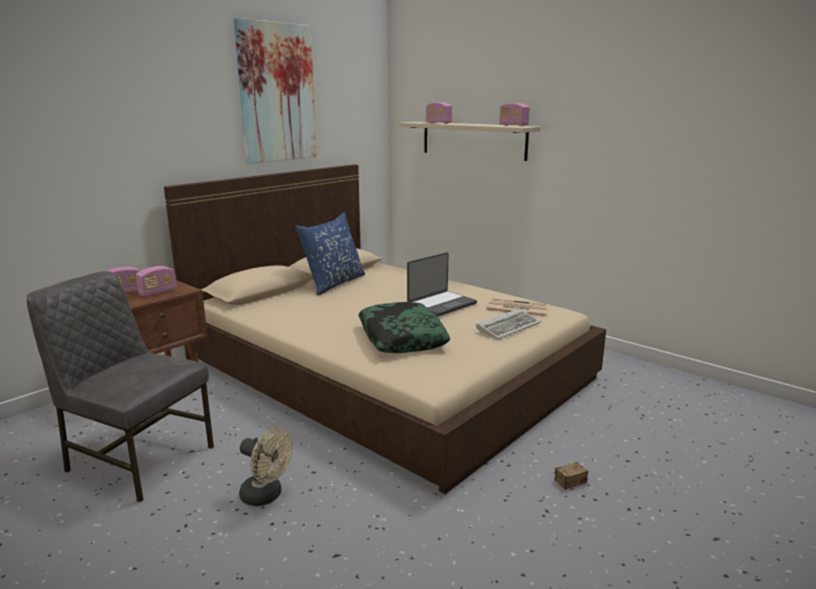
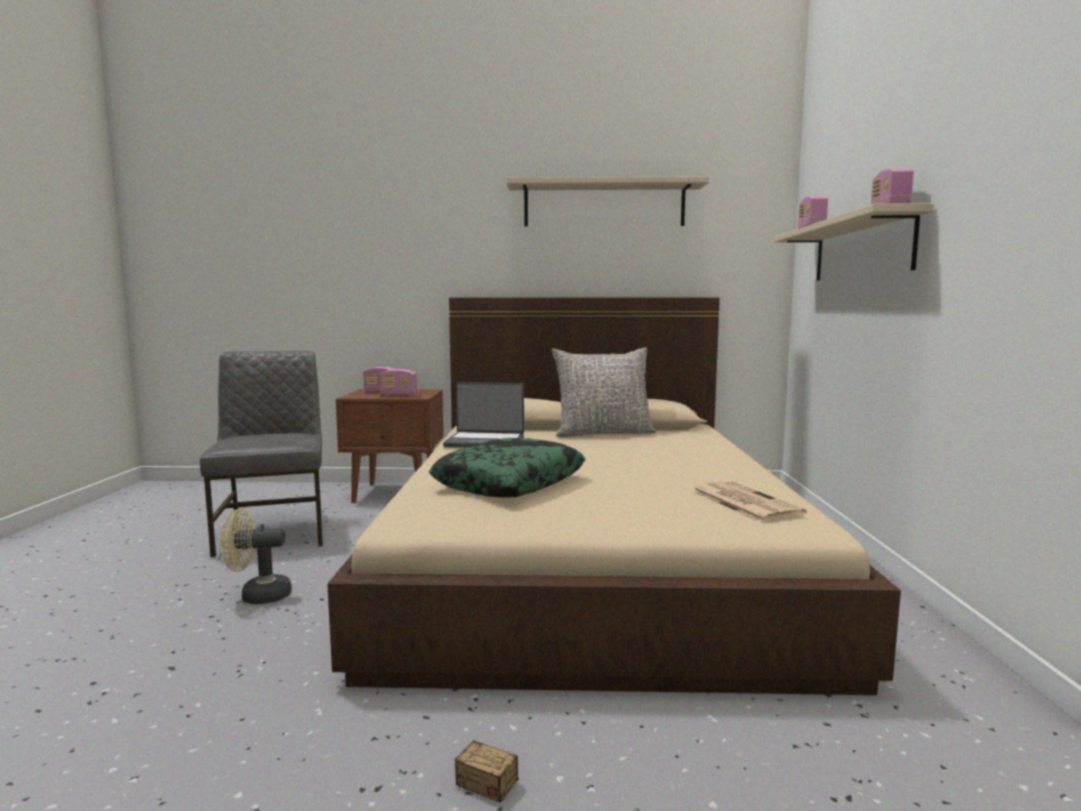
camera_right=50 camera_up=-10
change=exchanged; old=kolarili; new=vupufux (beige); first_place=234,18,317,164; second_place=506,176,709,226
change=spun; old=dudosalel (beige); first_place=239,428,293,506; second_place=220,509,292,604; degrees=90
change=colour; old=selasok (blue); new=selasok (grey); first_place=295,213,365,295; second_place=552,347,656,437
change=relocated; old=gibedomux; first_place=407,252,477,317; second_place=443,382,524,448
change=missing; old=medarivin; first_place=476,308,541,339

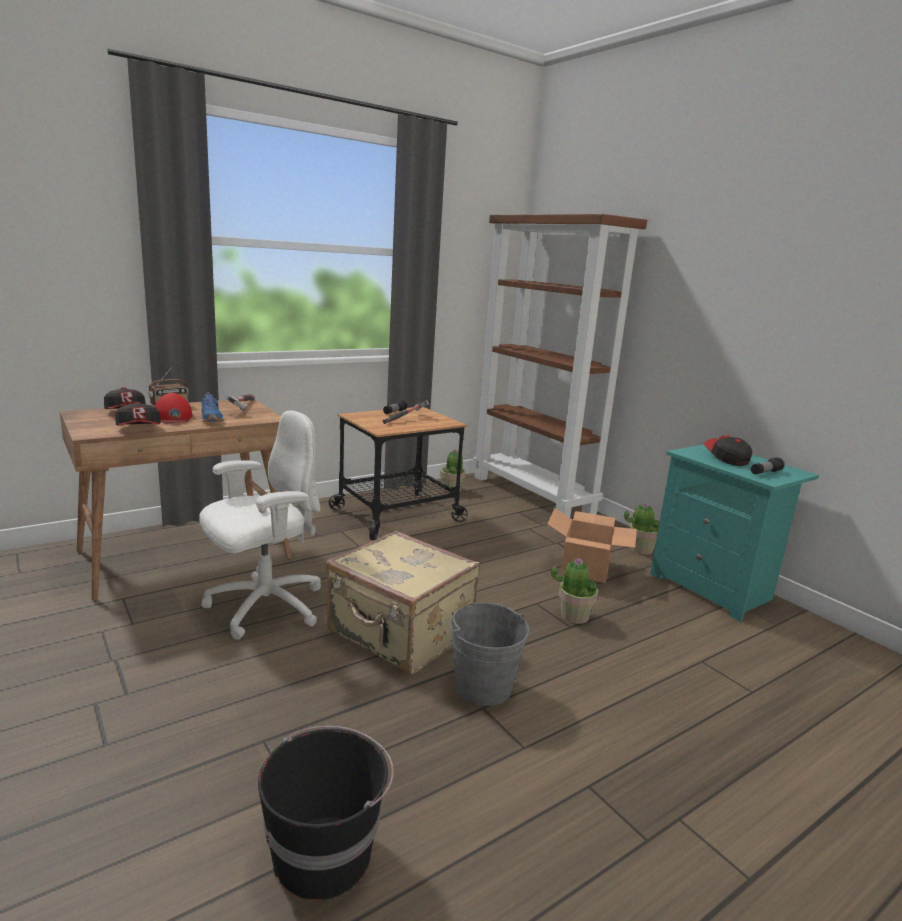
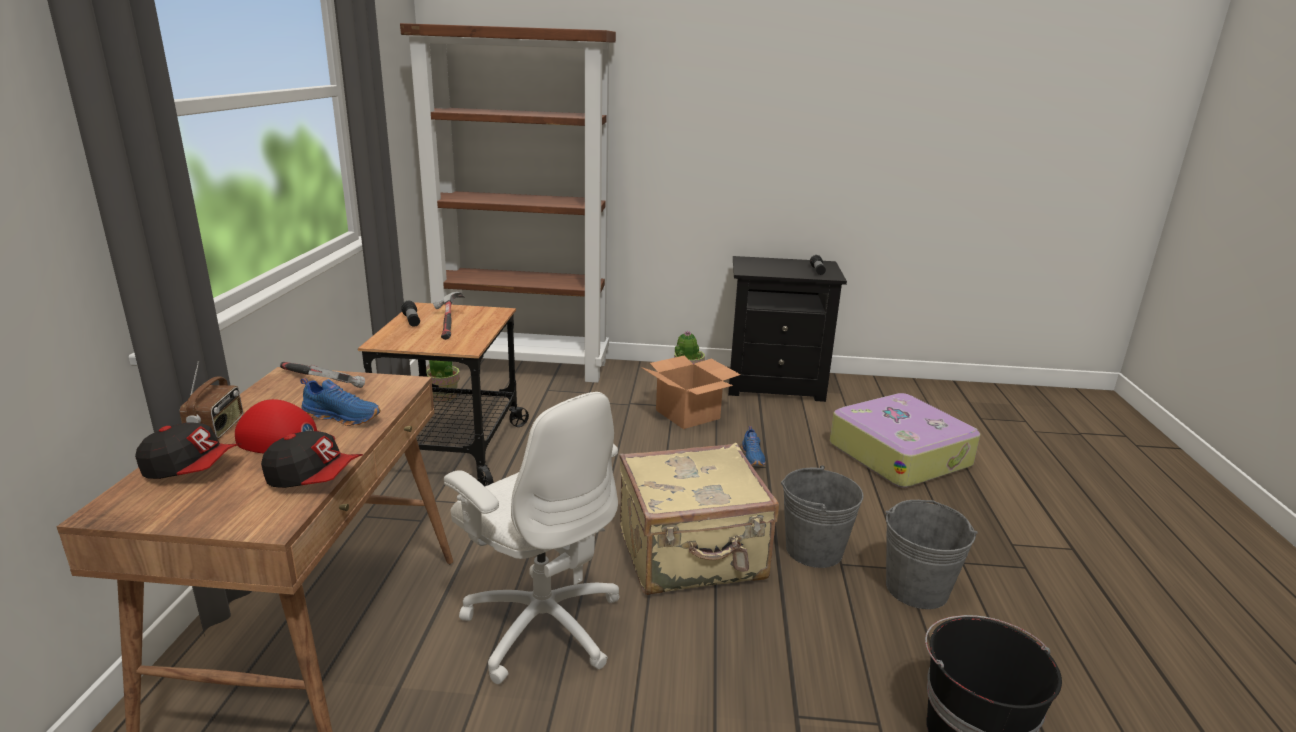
camera_right=-50 camera_up=5
change=spun; old=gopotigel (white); first_place=199,410,321,640; second_place=444,392,619,684; degrees=135
change=exchanged; old=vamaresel; new=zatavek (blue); first_place=551,558,598,624; second_place=741,426,765,466
change=colour; old=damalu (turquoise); new=damalu (black); first_place=650,444,819,622; second_place=728,256,847,402
change=missing; old=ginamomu; first_place=704,435,752,466
change=appeared; new=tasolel; second_place=830,393,980,488
change=appeared; new=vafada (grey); second_place=885,500,978,609

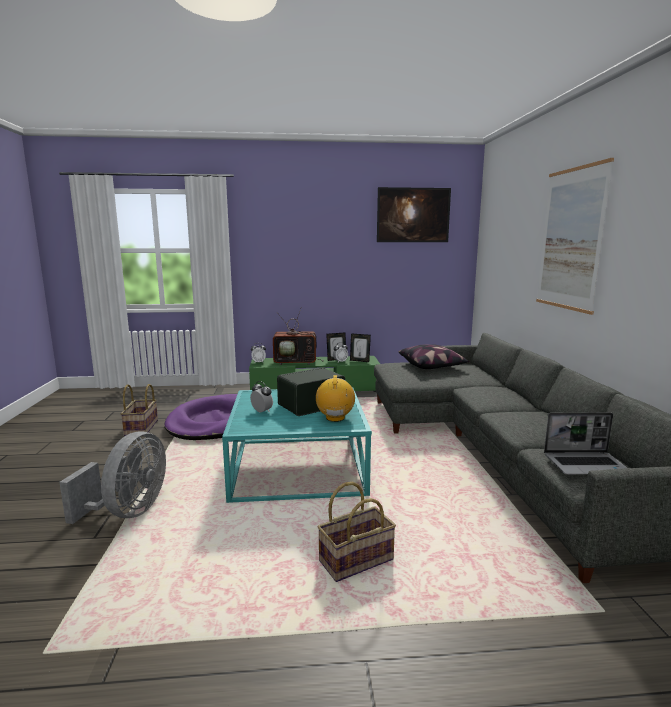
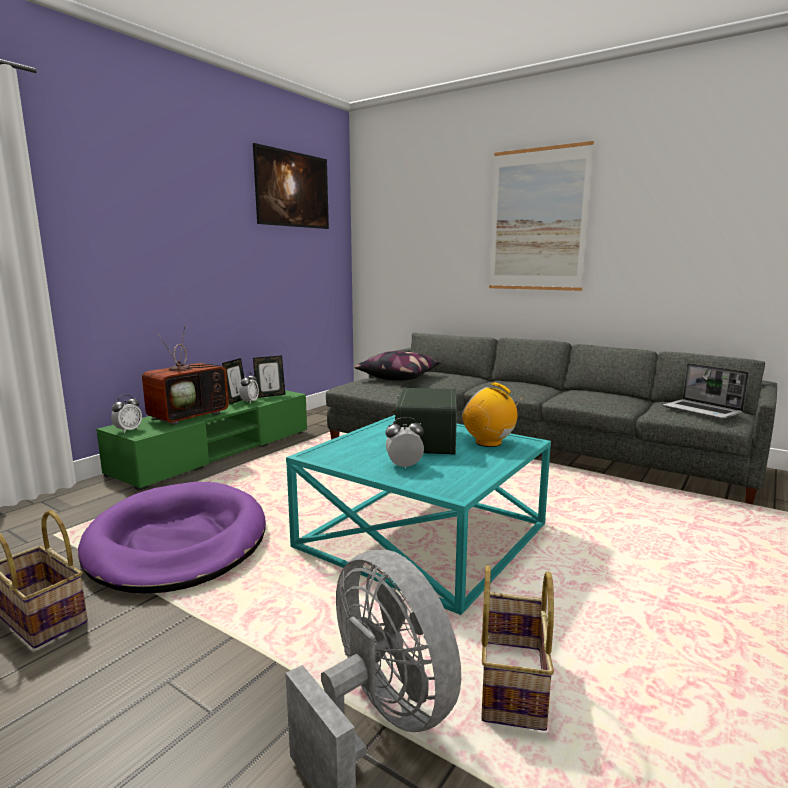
camera_right=-50 camera_up=0
change=relocated; old=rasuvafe; first_place=318,482,396,582; second_place=481,565,554,731
change=spun; old=gibedomux; first_place=544,413,627,475; second_place=663,363,749,419; degrees=105

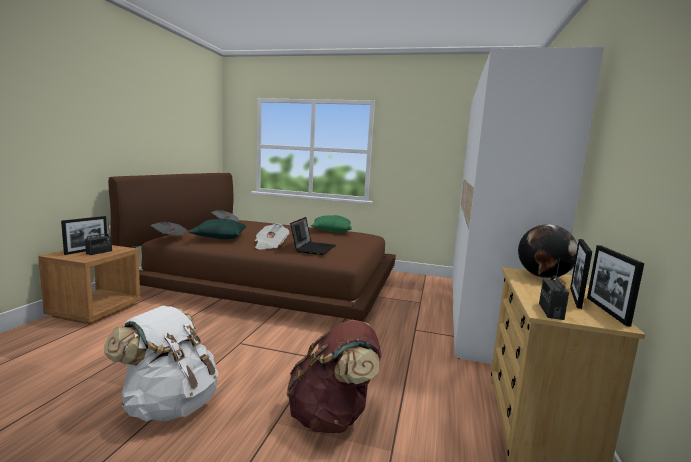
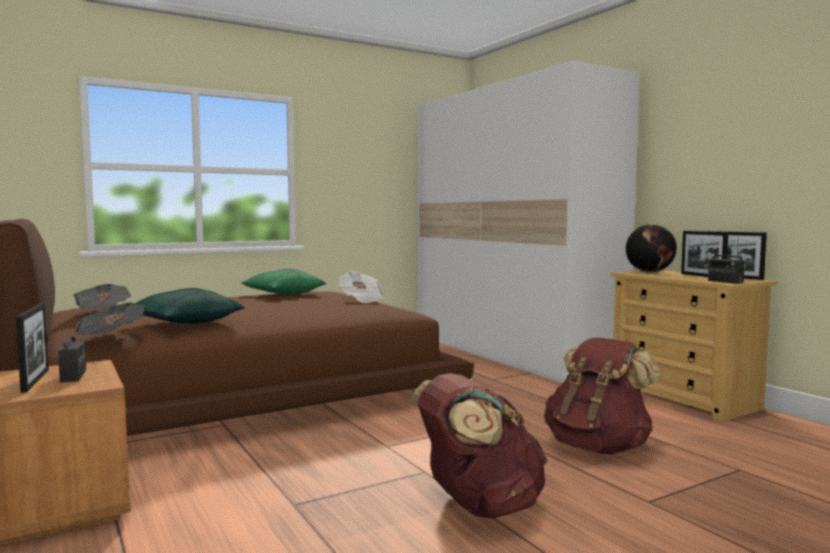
camera_right=-45 camera_up=-5
change=colour; old=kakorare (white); new=kakorare (brown); first_place=104,306,219,422; second_place=412,373,548,519
change=relocated; old=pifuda; first_place=255,224,290,249; second_place=339,271,384,303
change=missing; old=gibedomux; first_place=290,217,335,255

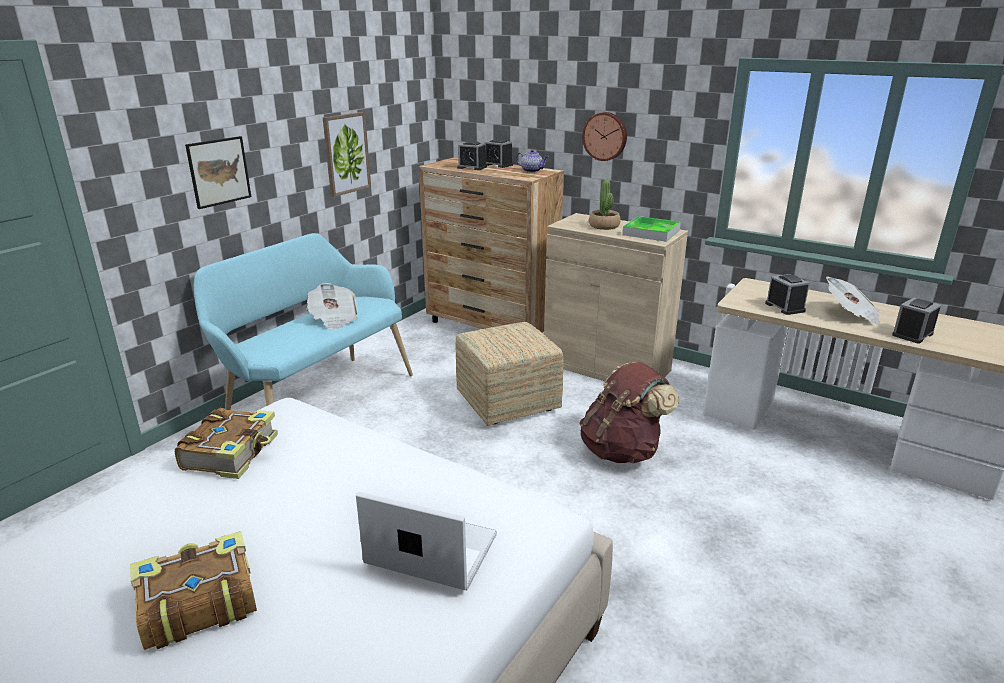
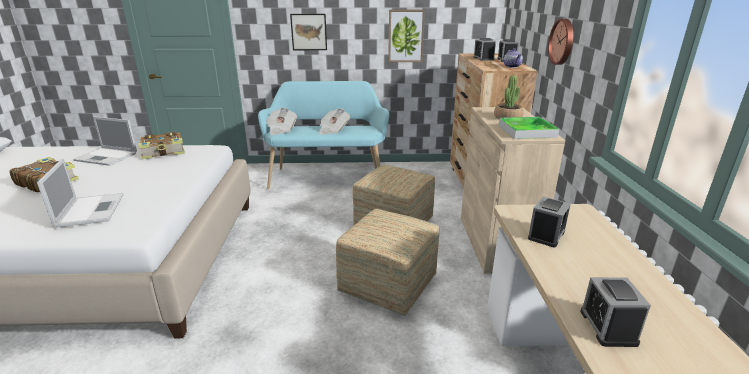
camera_right=55 camera_up=0
change=exchanged; old=kakorare (brown); new=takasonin; first_place=579,362,679,463; second_place=336,209,439,316
change=relocated; old=pifuda; first_place=826,277,880,325; second_place=266,108,297,135
change=spun; old=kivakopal; first_place=892,298,941,344; second_place=580,277,651,347; degrees=-105
change=appeared; new=gibedomux; second_place=73,116,137,166

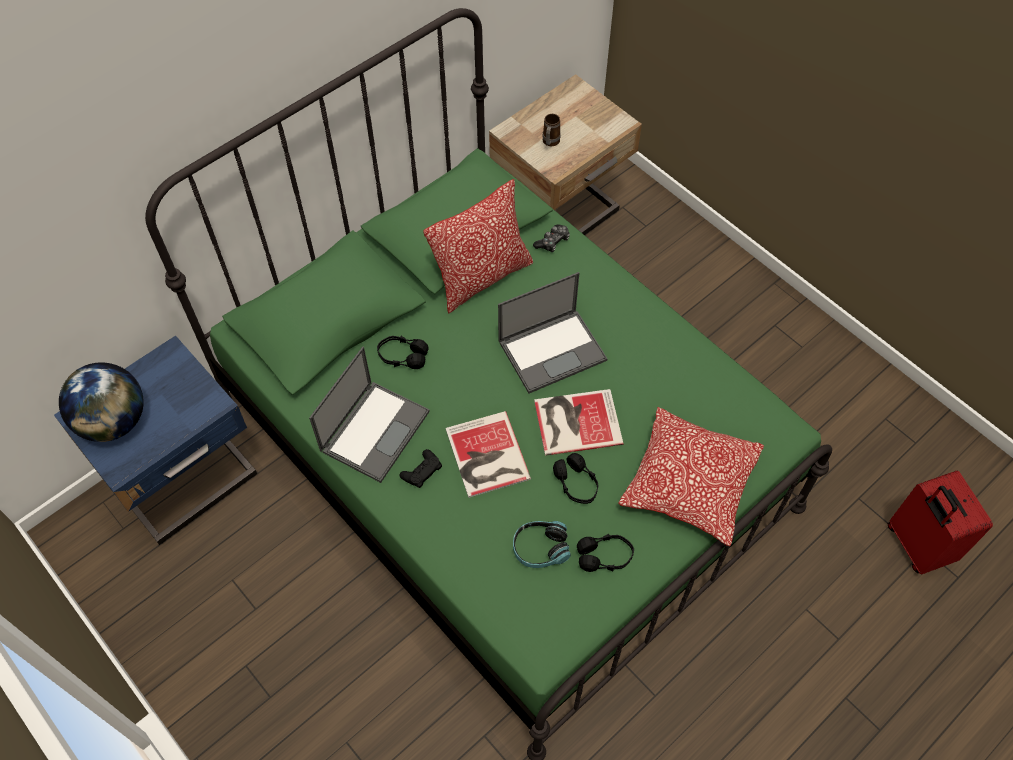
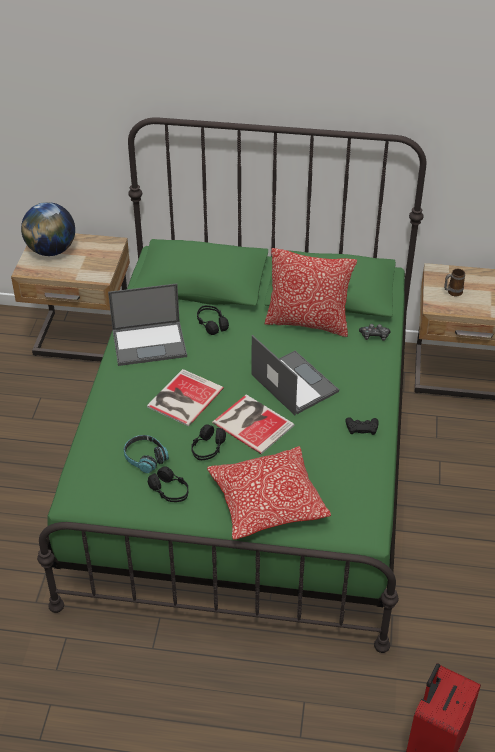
camera_right=50 camera_up=-15
change=colour; old=damalu (blue); new=damalu (beige); first_place=54,335,257,545; second_place=11,233,130,362
change=relocated; old=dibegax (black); first_place=399,449,442,488; second_place=346,417,379,435
change=spun; old=gibedomux; first_place=498,272,607,393; second_place=252,335,339,415; degrees=-150

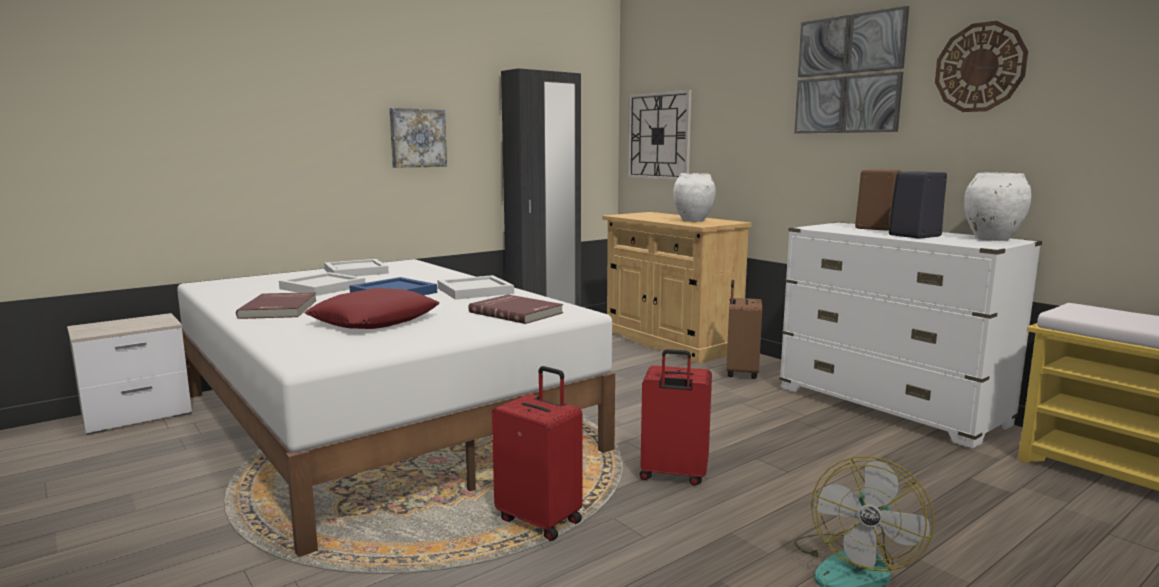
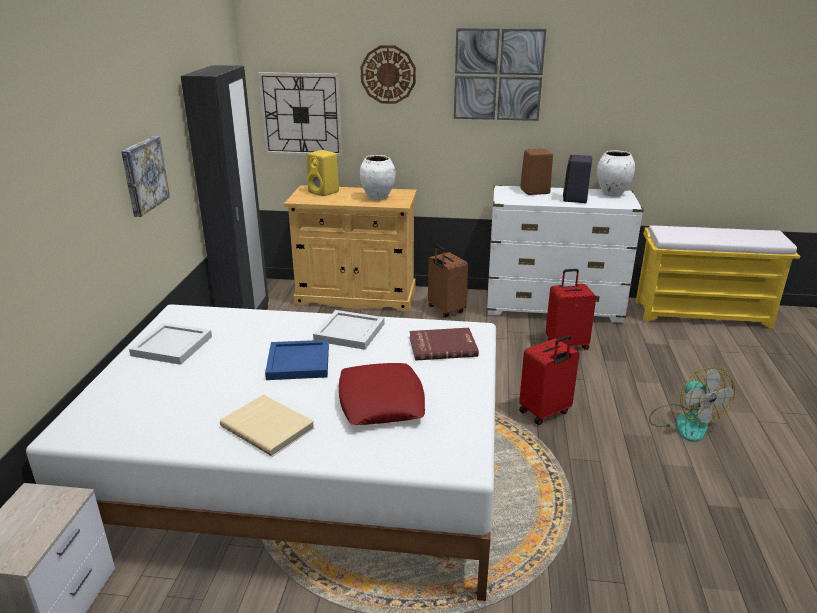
camera_right=-45 camera_up=15
change=colour; old=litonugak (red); new=litonugak (beige); first_place=236,292,317,319; second_place=220,395,314,457
change=missing; old=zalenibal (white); first_place=279,272,365,296
change=relocated; old=tasolel (red); first_place=492,366,583,541; second_place=545,269,596,350
change=relocated; old=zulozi; first_place=935,21,1028,112; second_place=361,45,416,104
change=appeared; new=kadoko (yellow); second_place=307,150,339,196

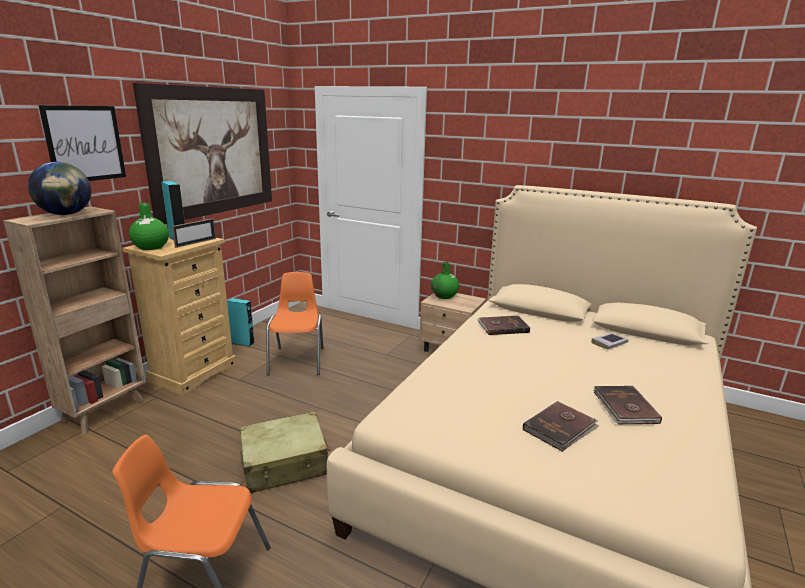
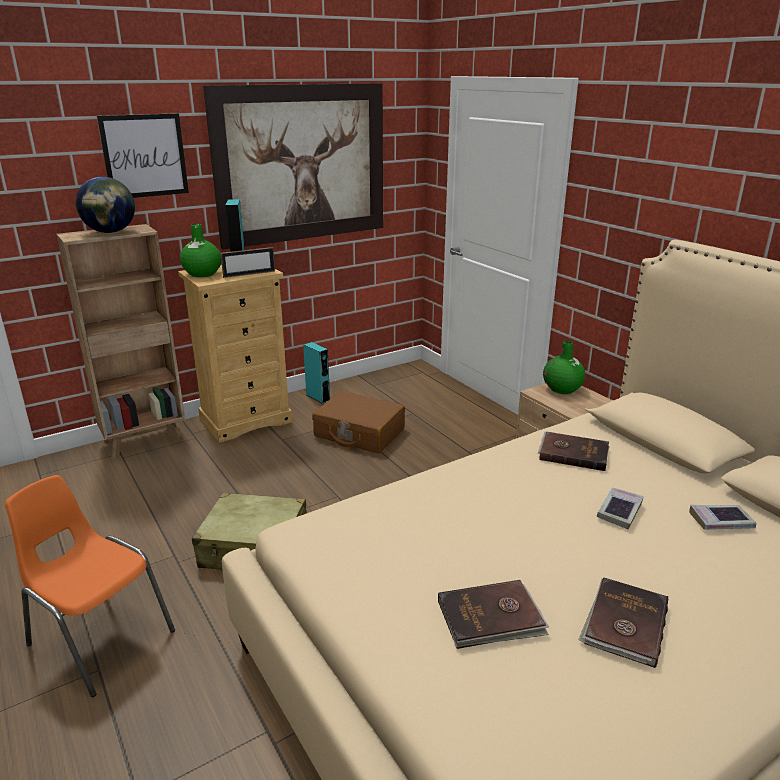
camera_right=30 camera_up=5
change=exchanged; old=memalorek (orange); new=tasolel (brown); first_place=266,272,323,375; second_place=312,391,405,453
change=appeared; new=litonugak; second_place=597,488,644,530

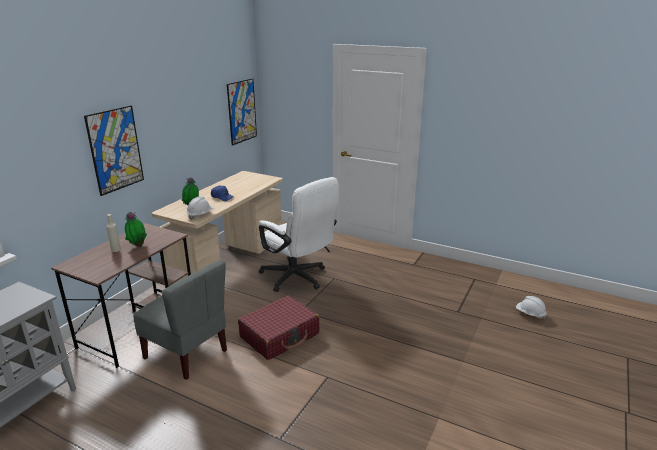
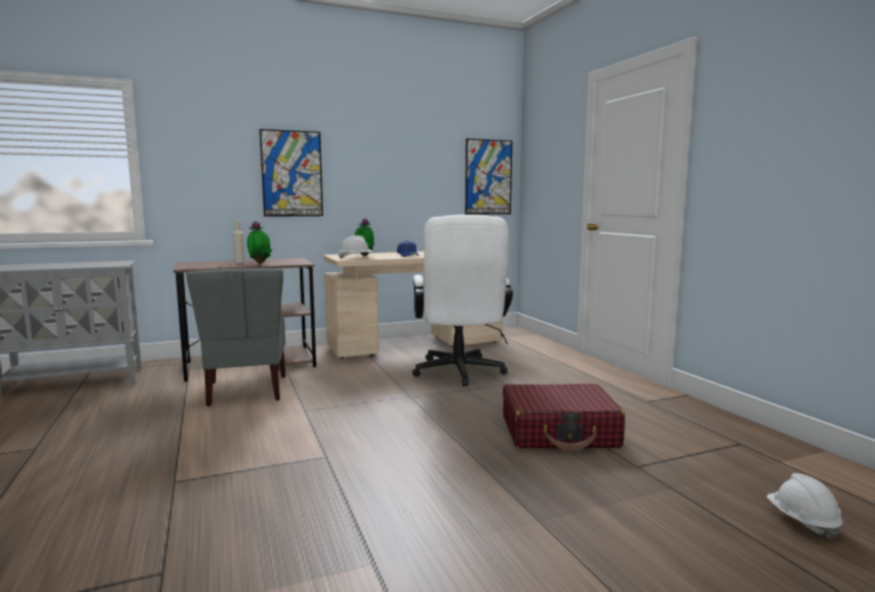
camera_right=40 camera_up=-15
change=relocated; old=tasolel (red); first_place=238,296,319,360; second_place=503,384,625,451

